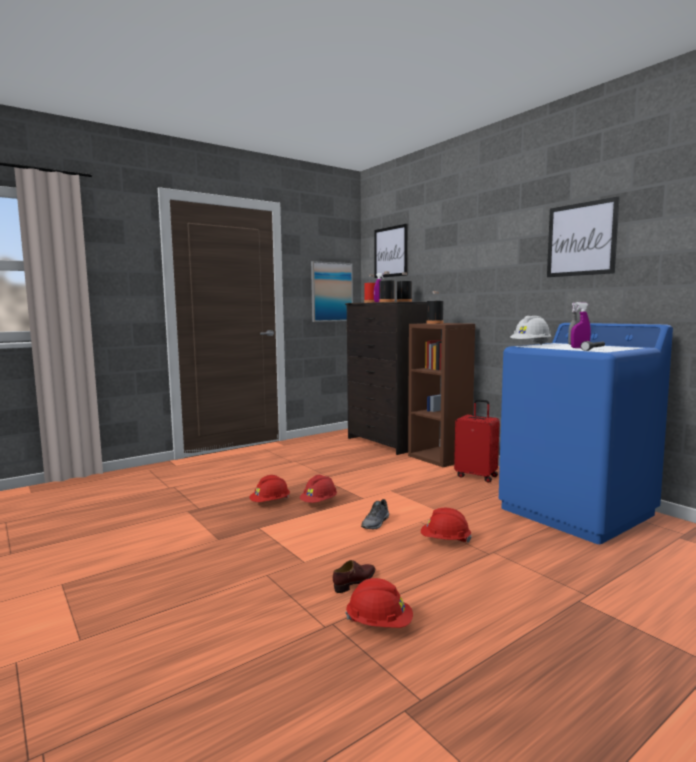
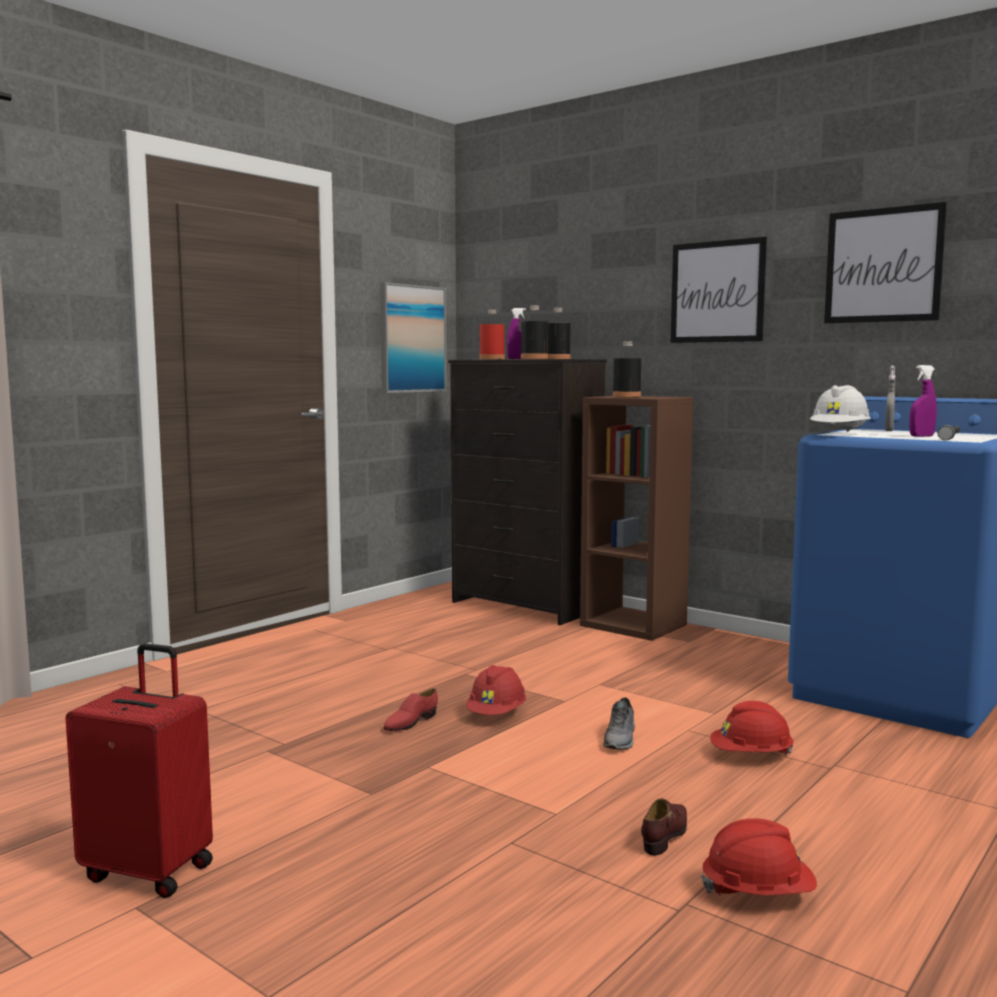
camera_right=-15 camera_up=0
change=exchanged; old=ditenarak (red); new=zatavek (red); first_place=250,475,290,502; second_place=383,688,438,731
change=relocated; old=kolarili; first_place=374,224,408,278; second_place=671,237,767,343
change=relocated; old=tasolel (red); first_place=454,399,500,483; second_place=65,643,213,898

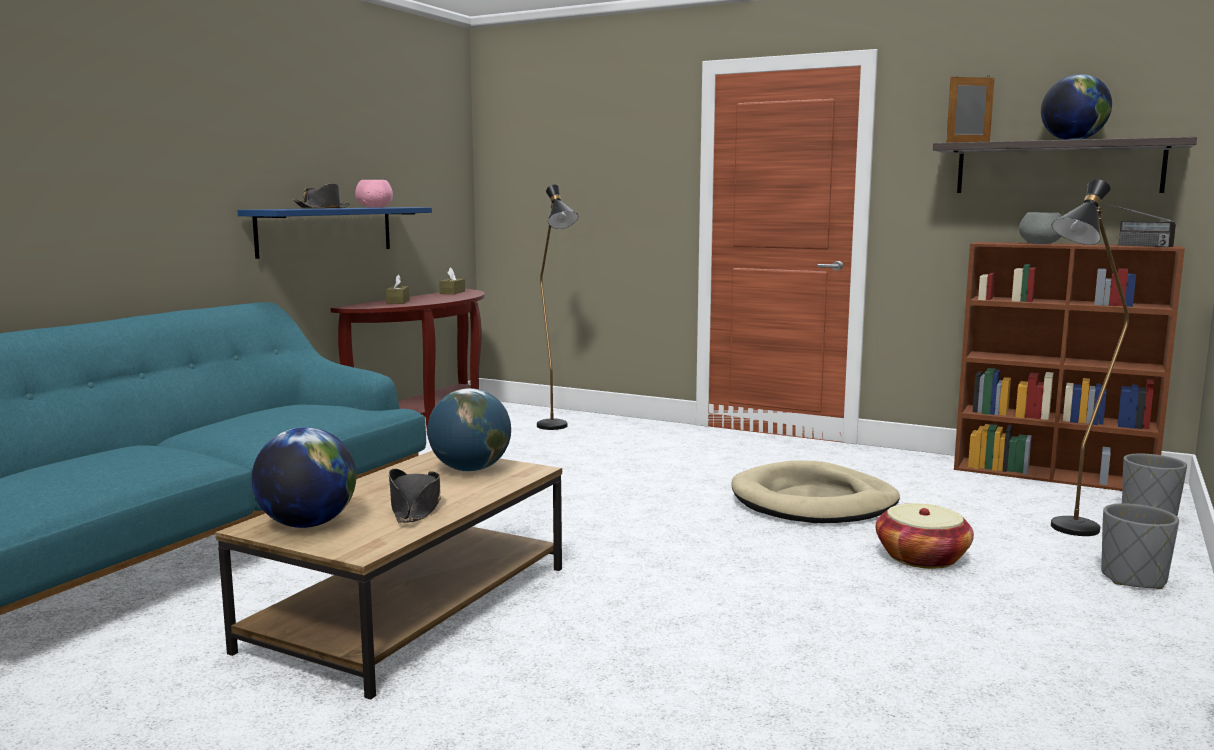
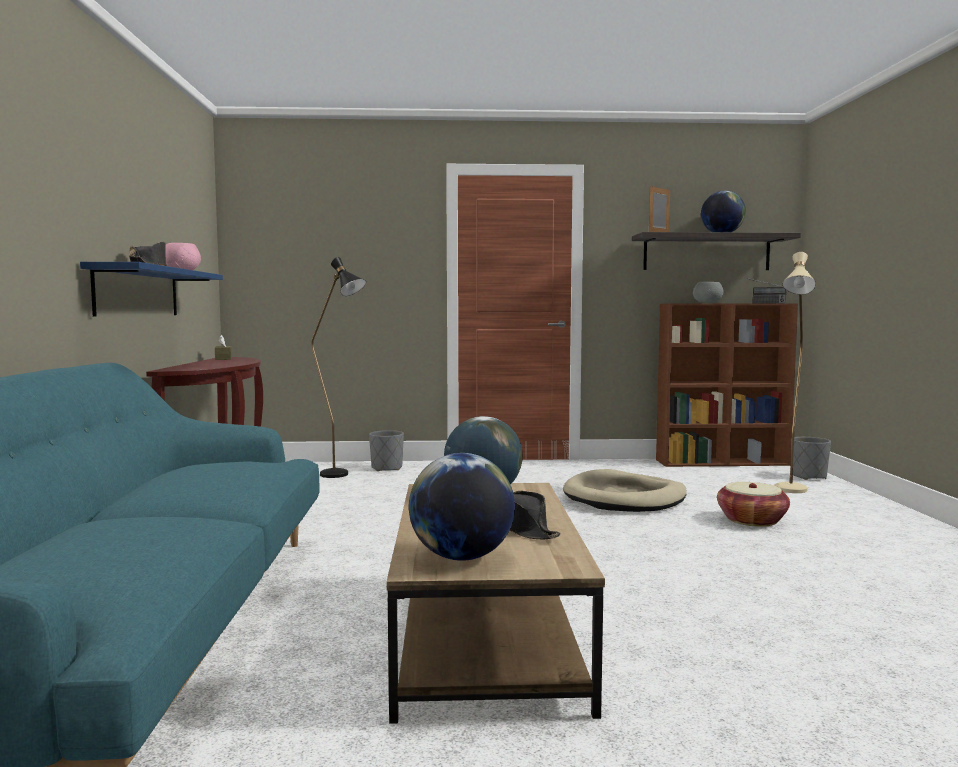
camera_right=-30 camera_up=-5
change=missing; old=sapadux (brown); first_place=386,274,409,304
change=colour; old=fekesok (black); new=fekesok (beige); first_place=1051,179,1129,536; second_place=774,252,816,493
change=relocated; old=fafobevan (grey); first_place=1101,503,1179,589; second_place=369,430,404,471

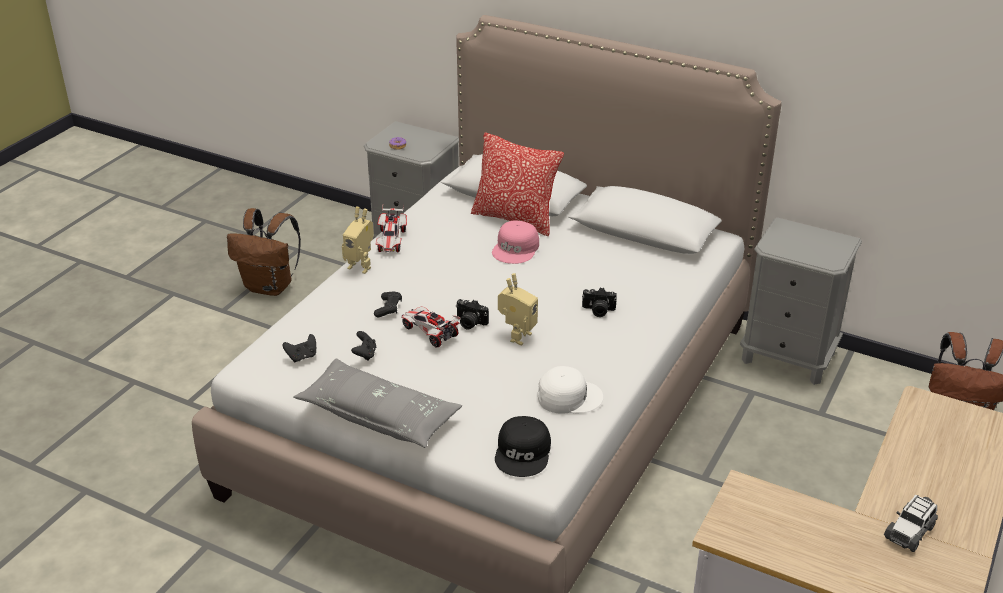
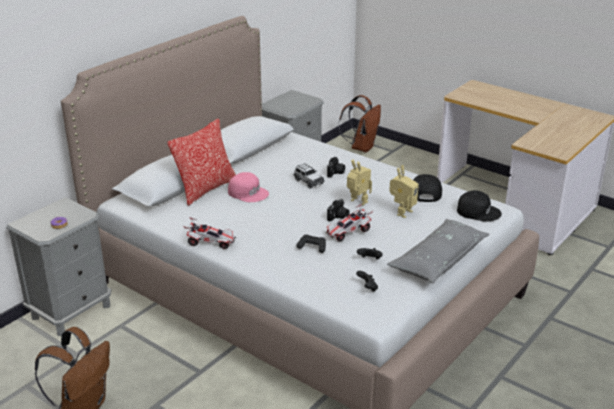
camera_right=-80 camera_up=-5
change=relocated; old=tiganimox; first_place=342,207,374,274; second_place=389,166,419,218
change=colour; old=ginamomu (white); new=ginamomu (black); first_place=538,366,604,414; second_place=413,174,442,202
change=relocated; old=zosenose; first_place=884,495,938,552; second_place=293,163,325,189

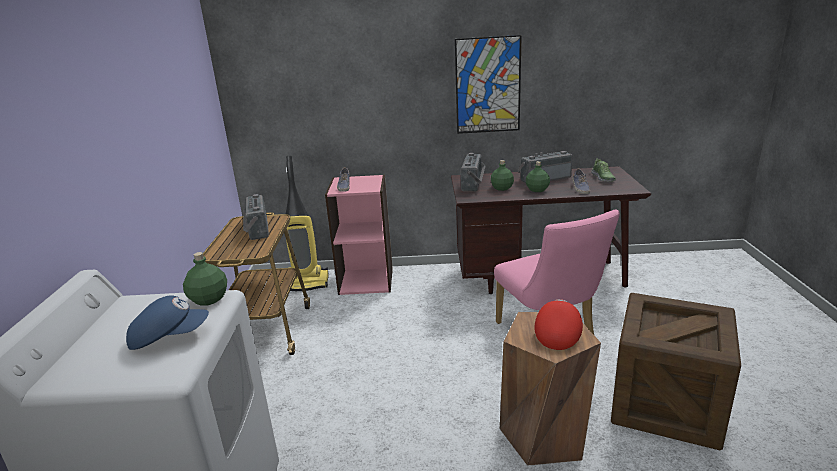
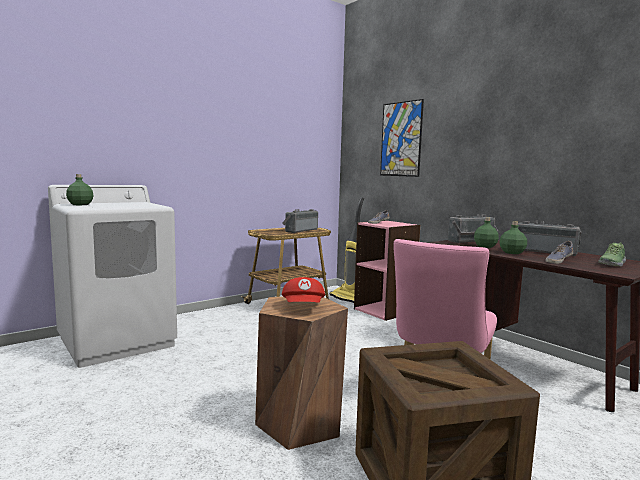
camera_right=50 camera_up=-15
change=missing; old=ginamomu (blue); first_place=126,295,209,350
change=relocated; old=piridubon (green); first_place=183,252,227,305; second_place=66,174,94,205
change=relocated; old=kolarili; first_place=455,35,522,134; second_place=380,99,424,177
change=spun; old=ginamomu (red); first_place=535,299,583,350; second_place=282,277,325,303; degrees=105

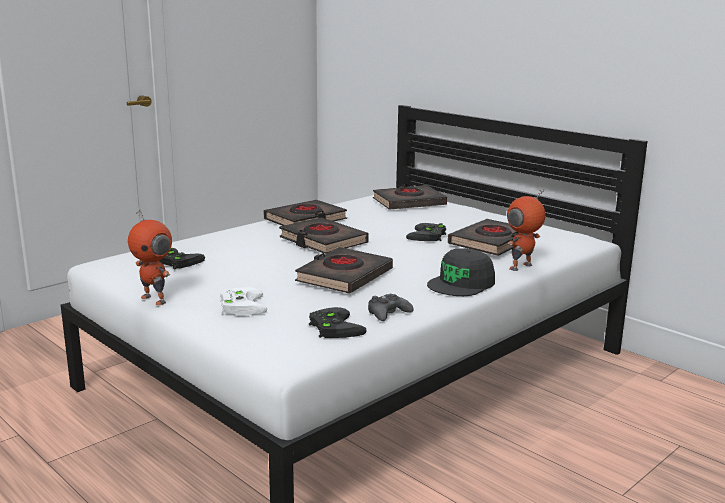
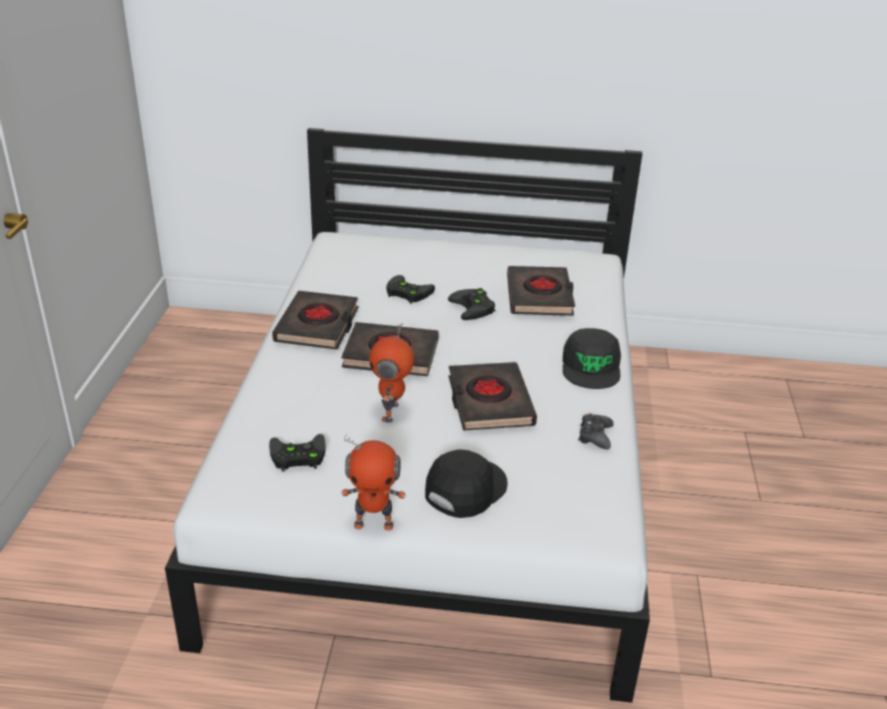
camera_right=-40 camera_up=15
change=exchanged; old=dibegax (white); new=ginamomu (black); first_place=220,287,267,315; second_place=425,449,508,518
change=relocated; old=dibegax (black); first_place=309,307,367,338; second_place=386,275,435,304
change=missing; old=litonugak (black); first_place=373,185,447,210
change=relocated; old=tiganimox; first_place=507,189,546,271; second_place=369,323,414,423

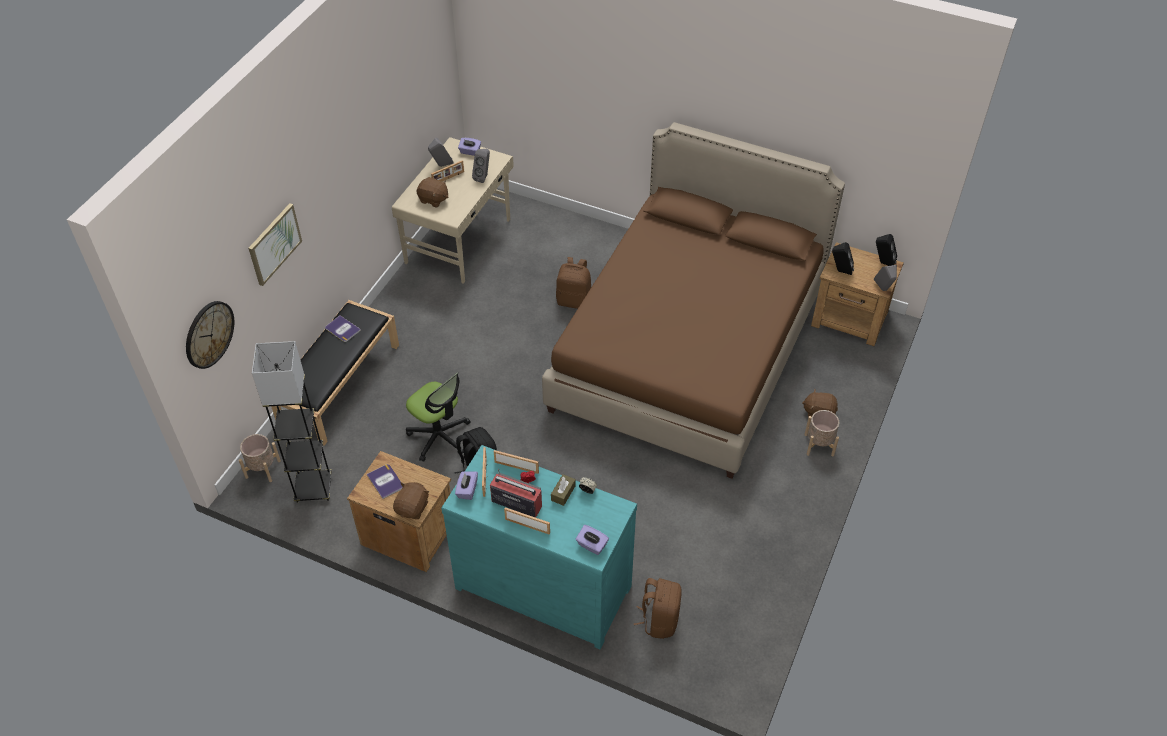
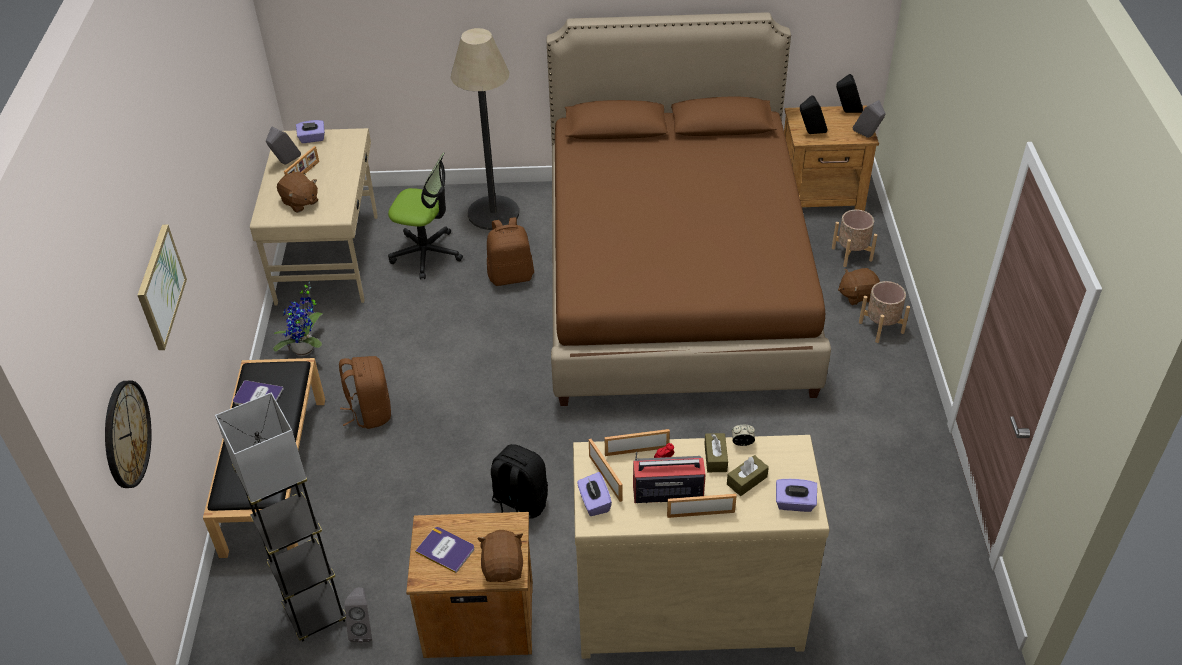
camera_right=-25 camera_up=-5
change=relocated; old=fafobevan (beige); first_place=239,434,281,482; second_place=832,210,877,267
change=relocated; old=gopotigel; first_place=406,372,470,462; second_place=388,152,463,279
change=spun; old=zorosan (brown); first_place=417,177,448,208; second_place=277,172,318,213; degrees=45
change=colour; old=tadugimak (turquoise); new=tadugimak (beige); first_place=441,445,637,649; second_place=573,435,830,659
change=relocated; old=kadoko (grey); first_place=472,149,490,183; second_place=345,587,372,643
change=relocated; old=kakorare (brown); first_place=634,578,682,639; second_place=339,356,391,429
change=appeared; new=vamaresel; second_place=273,282,323,356
change=appeared; new=fekesok; second_place=451,28,519,230
change=appeared; new=sapadux (brown); second_place=727,455,769,496

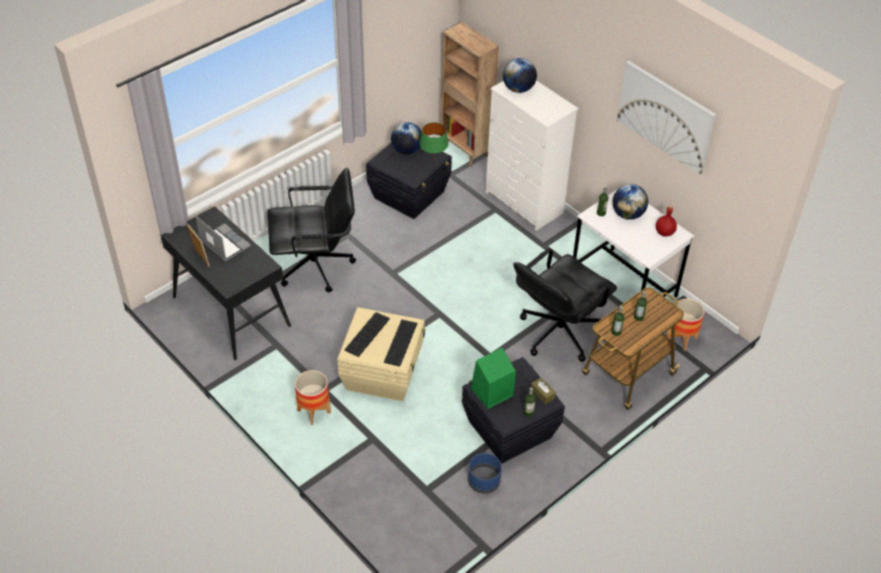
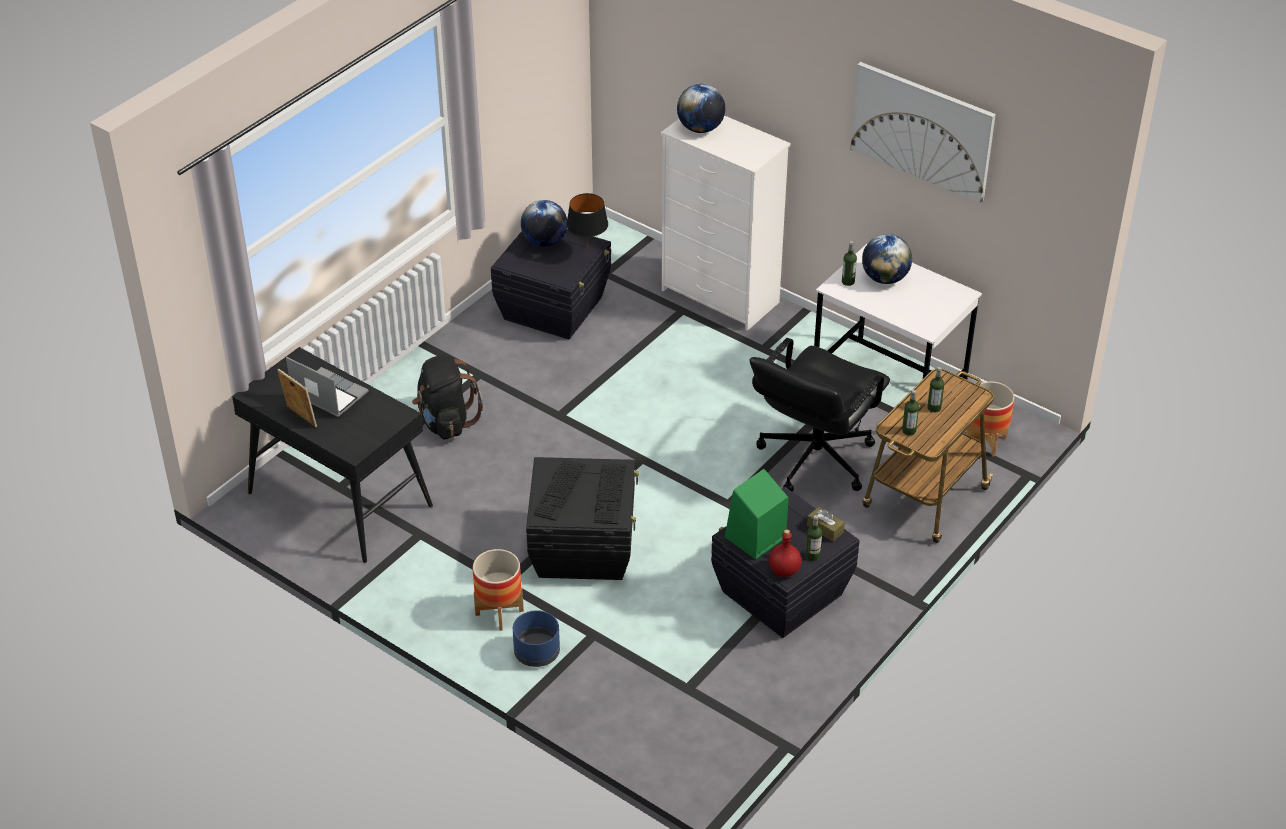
camera_right=-10 camera_up=-5
change=exchanged; old=gopotigel (black); new=kakorare (black); first_place=267,168,356,292; second_place=412,355,483,440
change=colour; old=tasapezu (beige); new=tasapezu (black); first_place=337,307,426,401; second_place=526,457,639,580
change=colour; old=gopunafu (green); new=gopunafu (black); first_place=420,122,448,164; second_place=566,193,608,242
change=missing; old=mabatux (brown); first_place=441,22,499,167
change=relocated; old=fafobevan (blue); first_place=468,453,502,493; second_place=513,610,560,667
change=relocated; old=piridubon (red); first_place=656,206,677,237; second_place=769,529,802,577

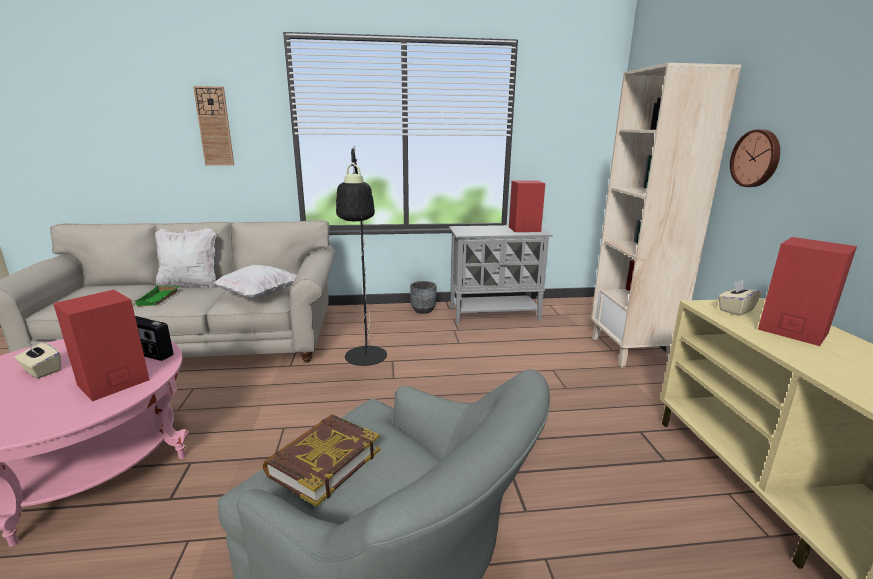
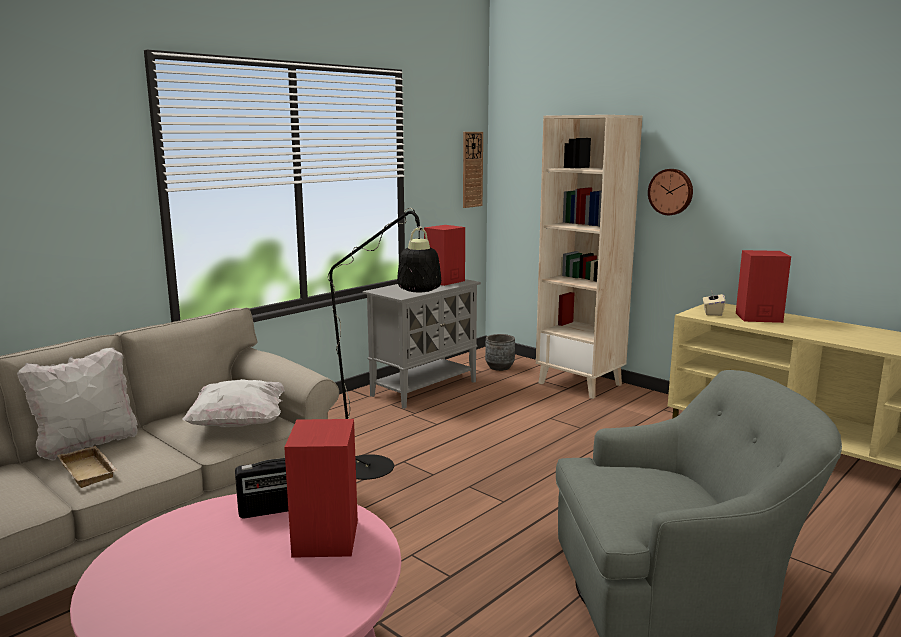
camera_right=-40 camera_up=-5
change=missing; old=sapadux (beige); first_place=15,343,61,378
change=colour; old=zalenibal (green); new=zalenibal (beige); first_place=135,285,179,306; second_place=57,446,119,488
change=relocated; old=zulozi; first_place=193,86,234,166; second_place=463,132,483,208
change=missing; old=litonugak; first_place=263,414,380,507
change=relocated; old=fafobevan (grey); first_place=410,281,436,314; second_place=485,334,515,371

